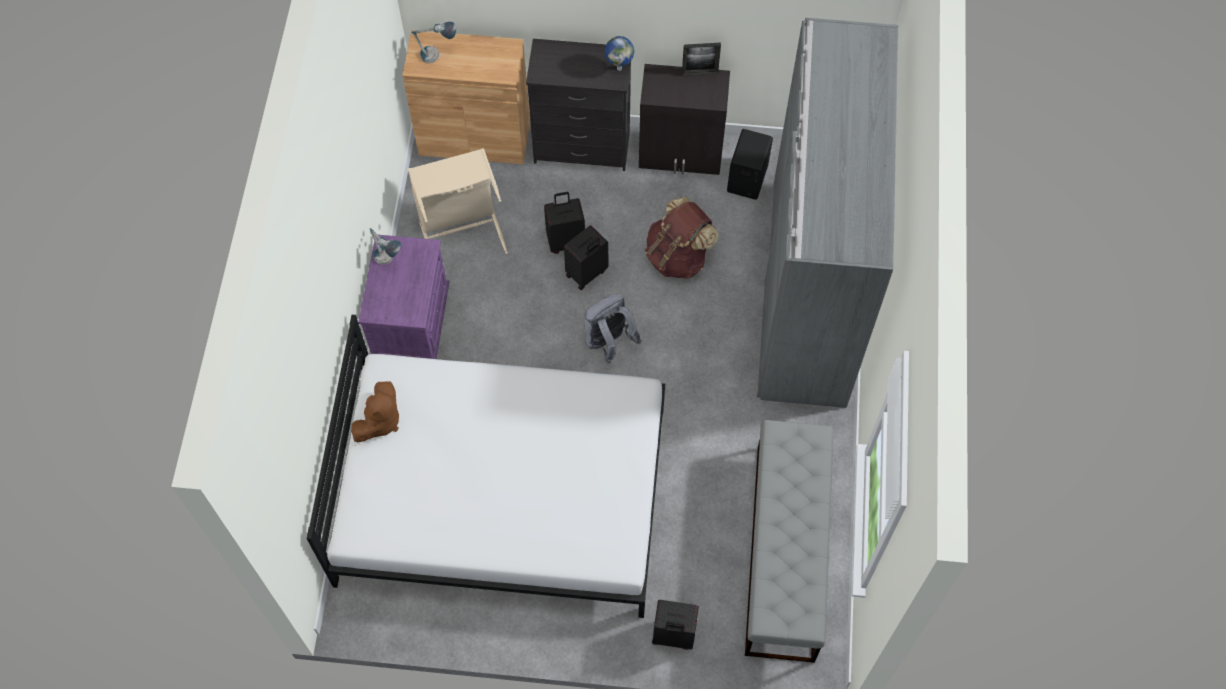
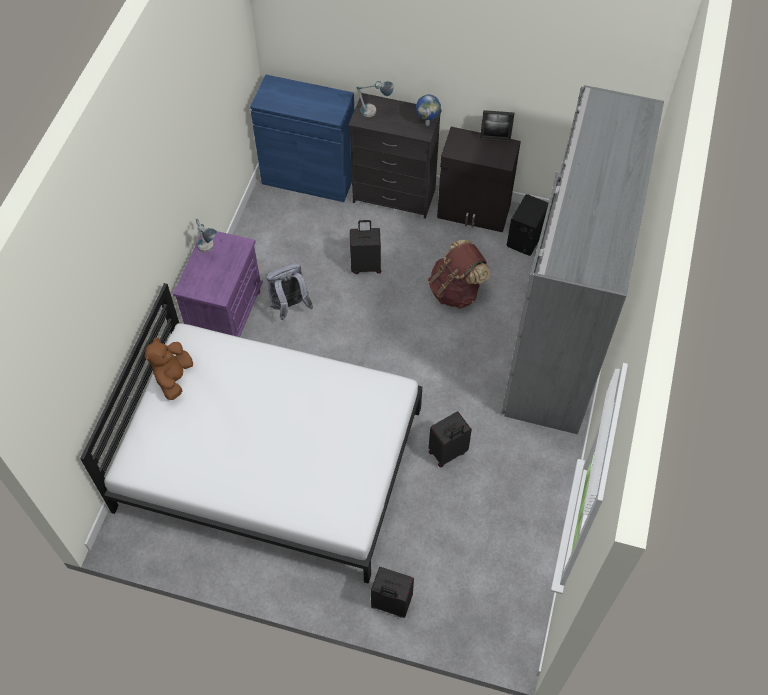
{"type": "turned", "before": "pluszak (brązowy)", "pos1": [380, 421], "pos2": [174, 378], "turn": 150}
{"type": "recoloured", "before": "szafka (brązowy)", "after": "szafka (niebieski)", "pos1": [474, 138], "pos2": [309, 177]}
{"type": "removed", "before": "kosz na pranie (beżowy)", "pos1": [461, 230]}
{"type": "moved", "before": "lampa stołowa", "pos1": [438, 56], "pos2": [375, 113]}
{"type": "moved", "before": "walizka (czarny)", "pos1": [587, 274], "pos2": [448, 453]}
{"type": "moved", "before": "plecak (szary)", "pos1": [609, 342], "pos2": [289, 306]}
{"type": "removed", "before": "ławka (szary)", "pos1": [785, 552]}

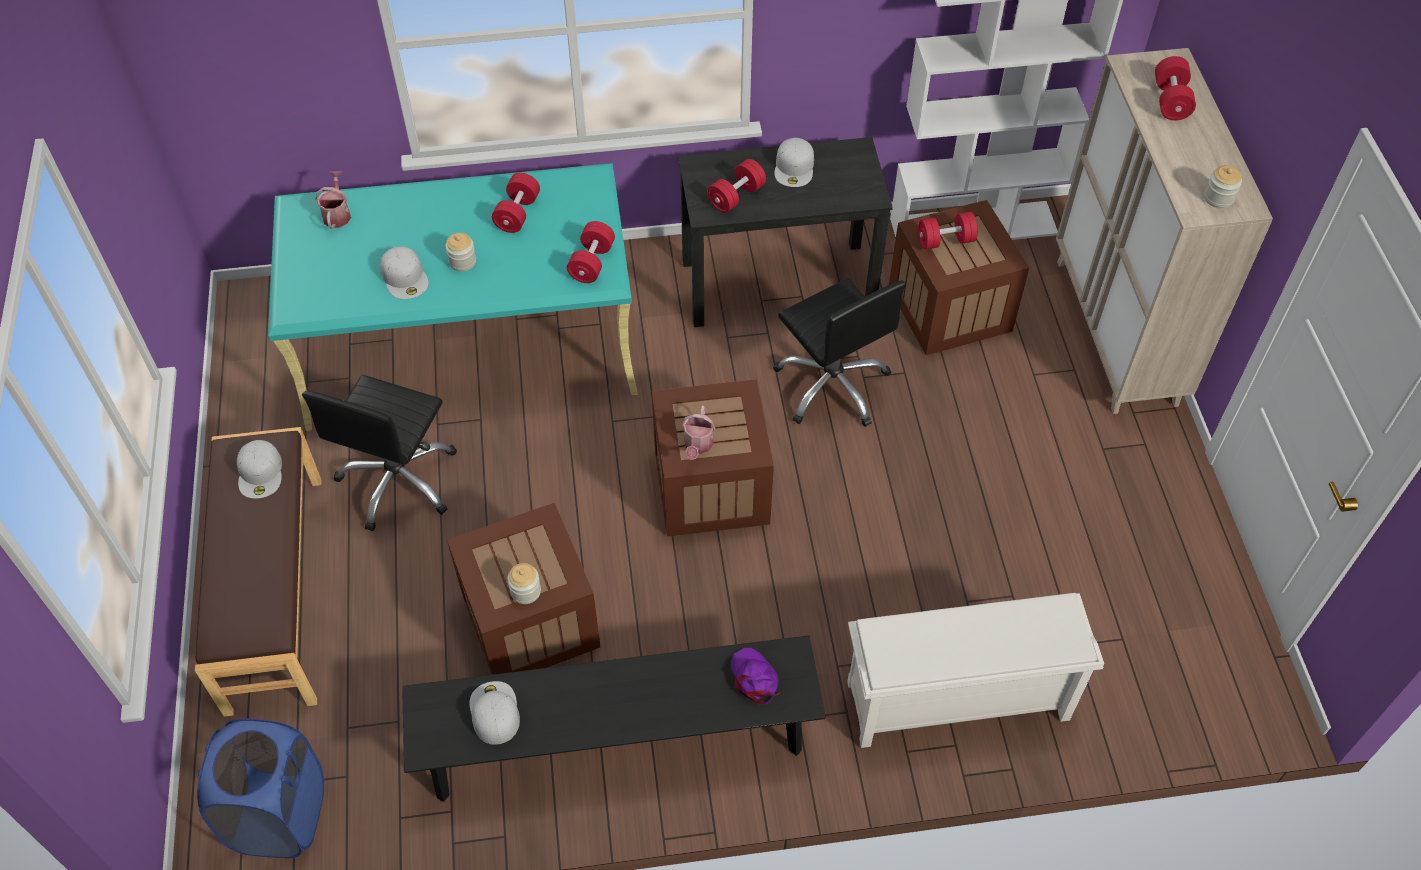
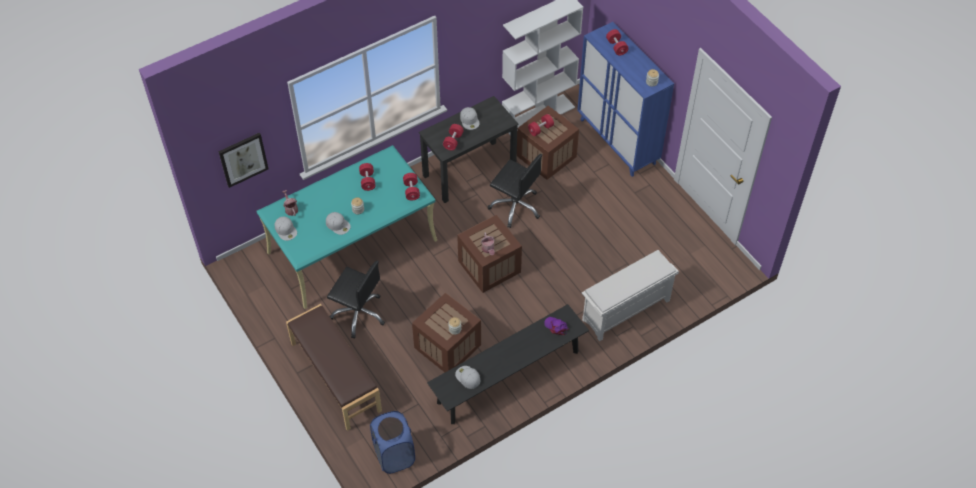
{"type": "moved", "before": "czapka z daszkiem (biały)", "pos1": [261, 473], "pos2": [286, 230]}
{"type": "turned", "before": "krzesło biurowe (czarny)", "pos1": [399, 481], "pos2": [358, 313], "turn": -60}
{"type": "recoloured", "before": "szafka (beżowy)", "after": "szafka (niebieski)", "pos1": [1116, 332], "pos2": [618, 142]}
{"type": "added", "after": "obraz", "pos2": [243, 159]}

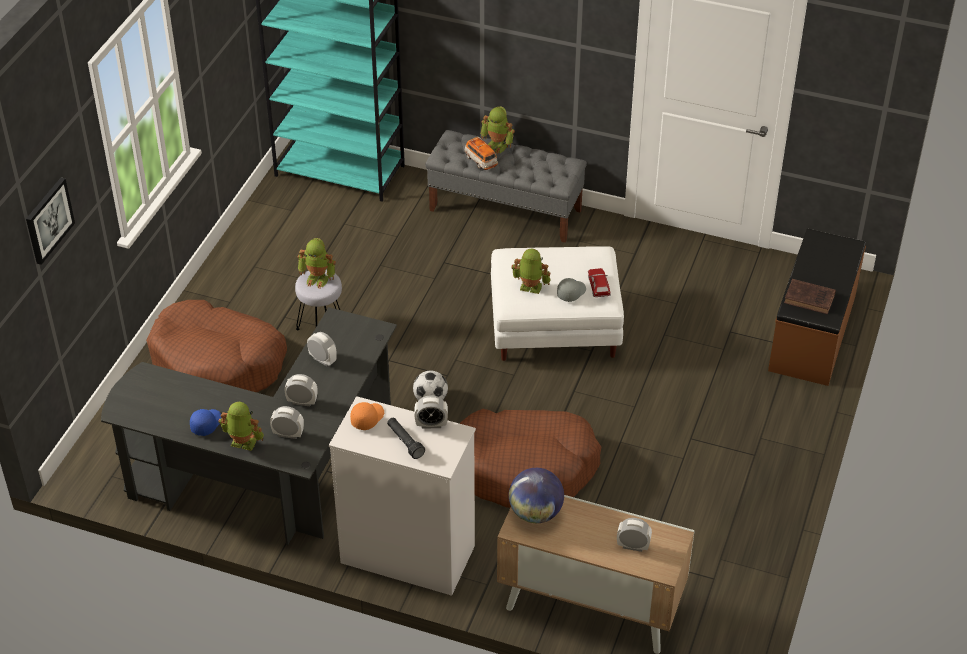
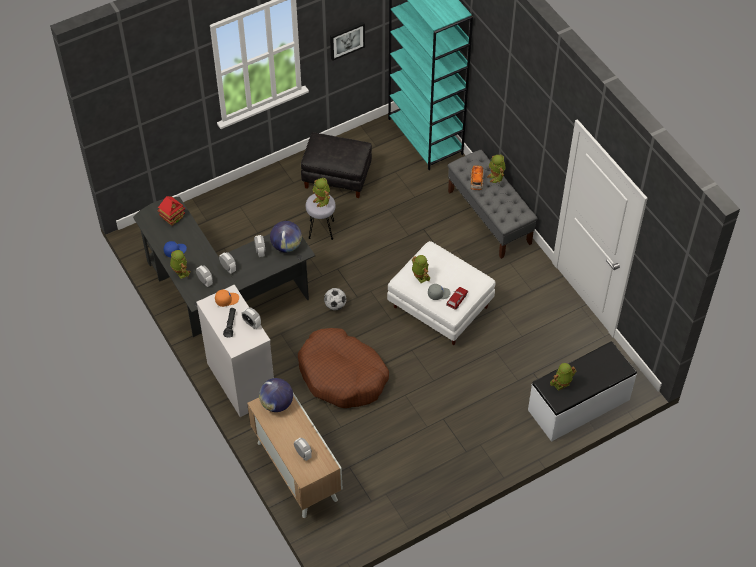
{"type": "moved", "before": "obraz", "pos1": [48, 220], "pos2": [347, 40]}
{"type": "removed", "before": "legowisko (brązowy)", "pos1": [218, 363]}
{"type": "recoloured", "before": "ławka (brązowy)", "after": "ławka (biały)", "pos1": [813, 333], "pos2": [579, 405]}
{"type": "replaced", "before": "książka (brązowy)", "after": "robot zabawkowy", "pos1": [810, 299], "pos2": [561, 385]}
{"type": "added", "after": "domek", "pos2": [172, 218]}
{"type": "added", "after": "globus", "pos2": [286, 246]}
{"type": "added", "after": "pufa (czarny)", "pos2": [337, 177]}

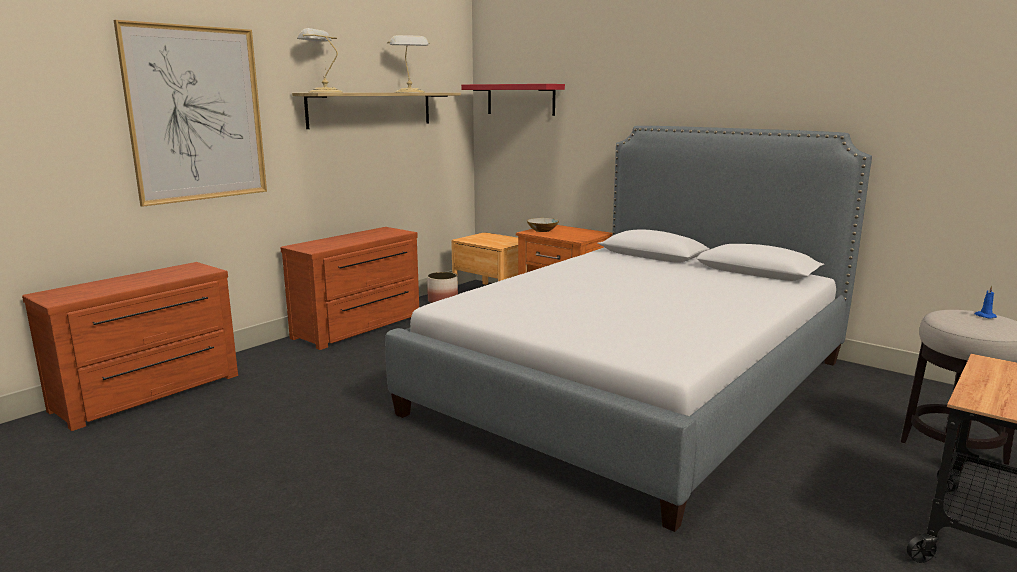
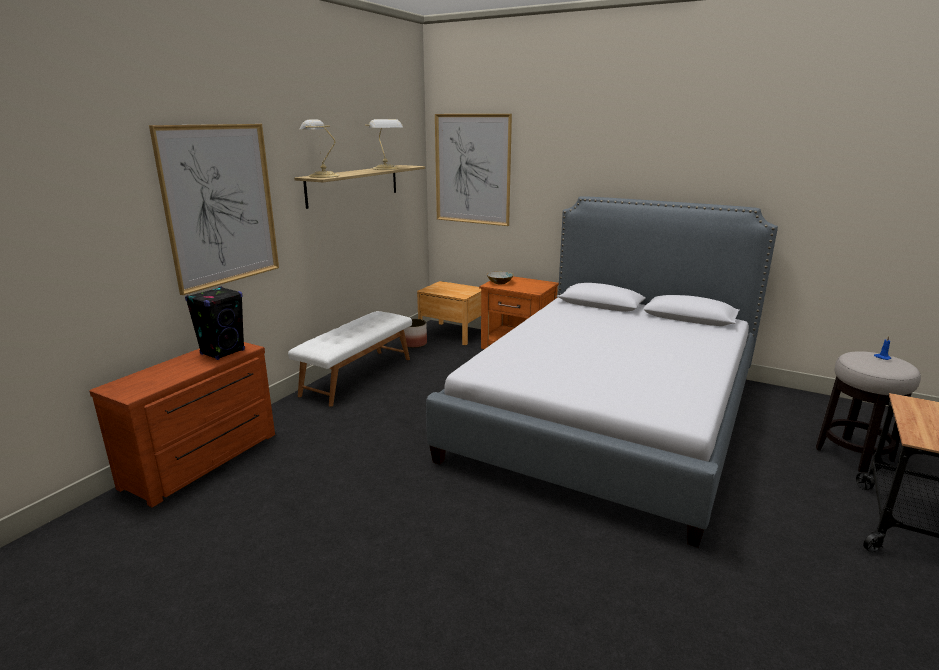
{"type": "replaced", "before": "komoda (brązowy)", "after": "ławka (biały)", "pos1": [360, 327], "pos2": [357, 376]}
{"type": "replaced", "before": "półka (czerwony)", "after": "obraz", "pos1": [520, 99], "pos2": [472, 169]}
{"type": "added", "after": "głośnik (czarny)", "pos2": [223, 352]}

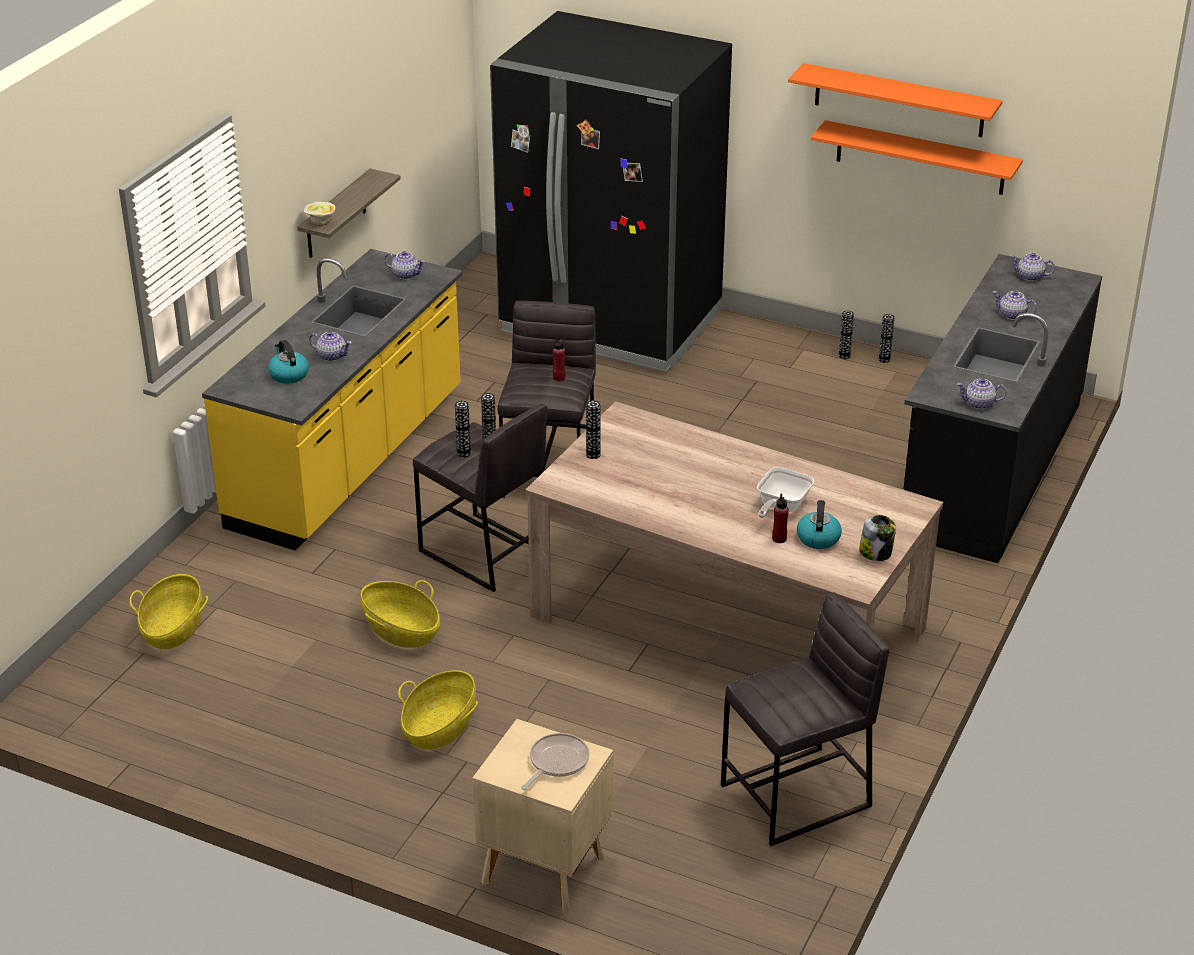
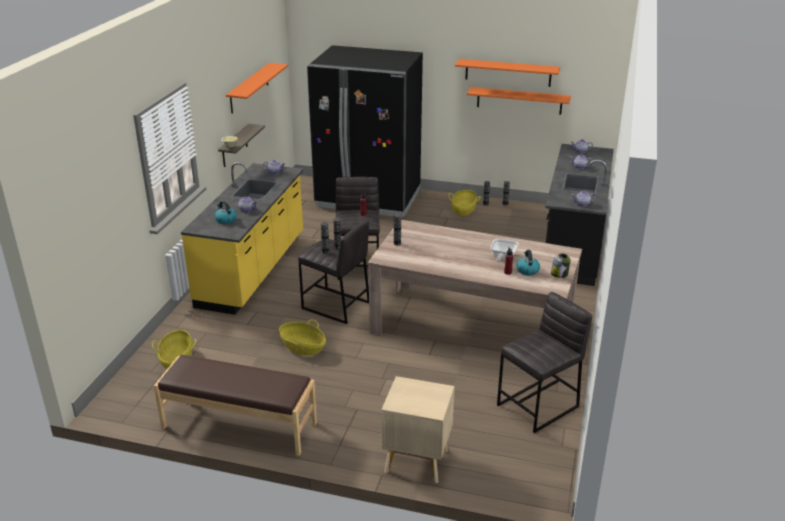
{"type": "moved", "before": "koszyk", "pos1": [439, 727], "pos2": [463, 210]}
{"type": "removed", "before": "patelnia", "pos1": [556, 762]}
{"type": "added", "after": "ławka (brązowy)", "pos2": [239, 426]}
{"type": "added", "after": "półka (pomarańczowy)", "pos2": [249, 88]}

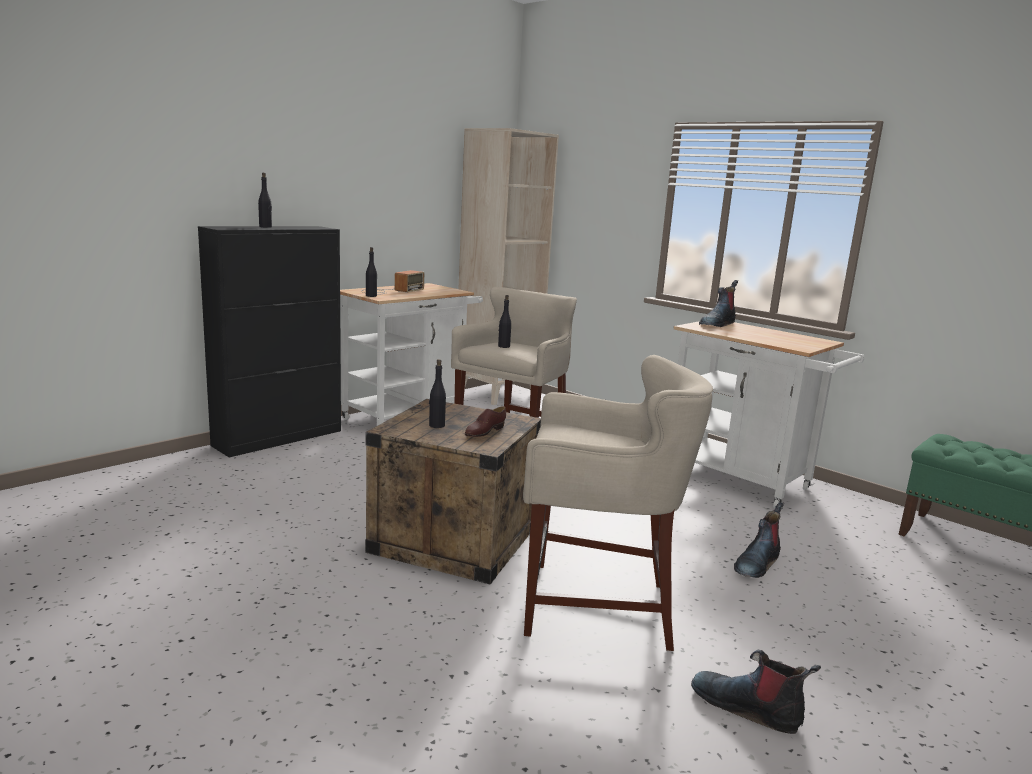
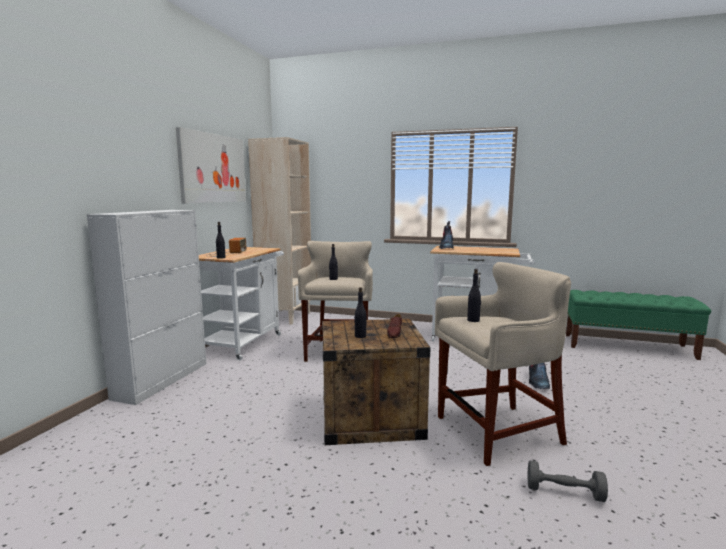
{"type": "recoloured", "before": "szafka (czarny)", "after": "szafka (biały)", "pos1": [279, 438], "pos2": [162, 380]}
{"type": "moved", "before": "butelka (czarny)", "pos1": [265, 227], "pos2": [473, 320]}
{"type": "removed", "before": "but z cholewką", "pos1": [747, 707]}
{"type": "added", "after": "obraz", "pos2": [213, 168]}
{"type": "added", "after": "hantel (szary)", "pos2": [564, 492]}

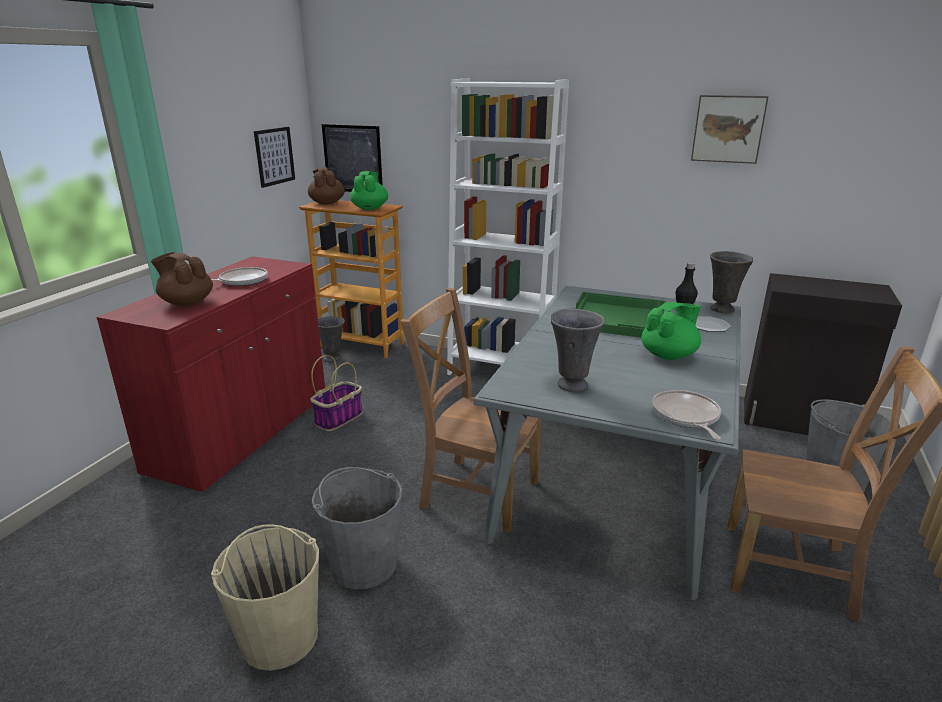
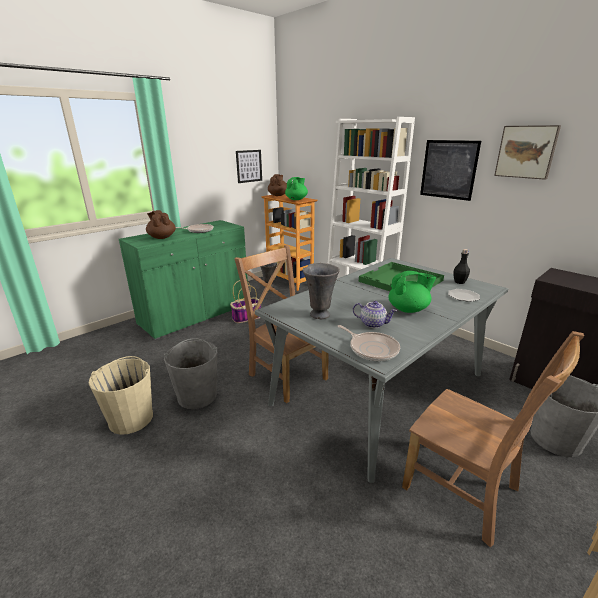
{"type": "recoloured", "before": "szafka (czerwony)", "after": "szafka (zielony)", "pos1": [242, 433], "pos2": [196, 315]}
{"type": "moved", "before": "obraz", "pos1": [352, 159], "pos2": [448, 169]}
{"type": "turned", "before": "patelnia", "pos1": [686, 416], "pos2": [372, 349], "turn": 120}
{"type": "removed", "before": "wazon (szary)", "pos1": [722, 310]}
{"type": "added", "after": "imbryk", "pos2": [373, 324]}

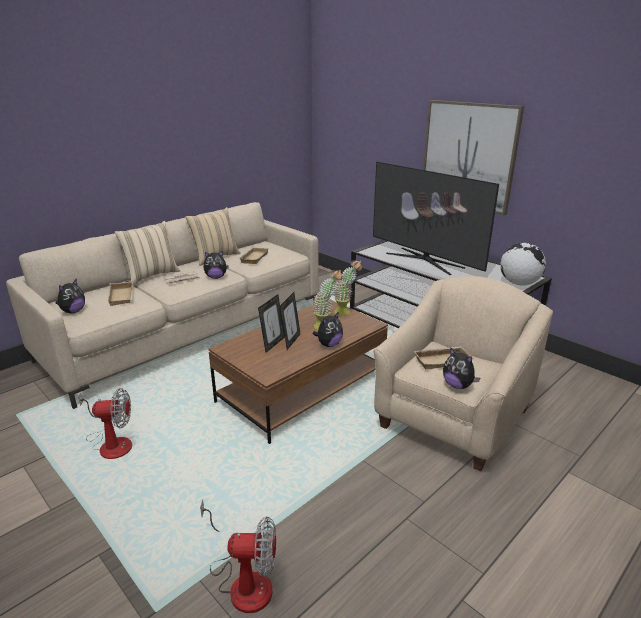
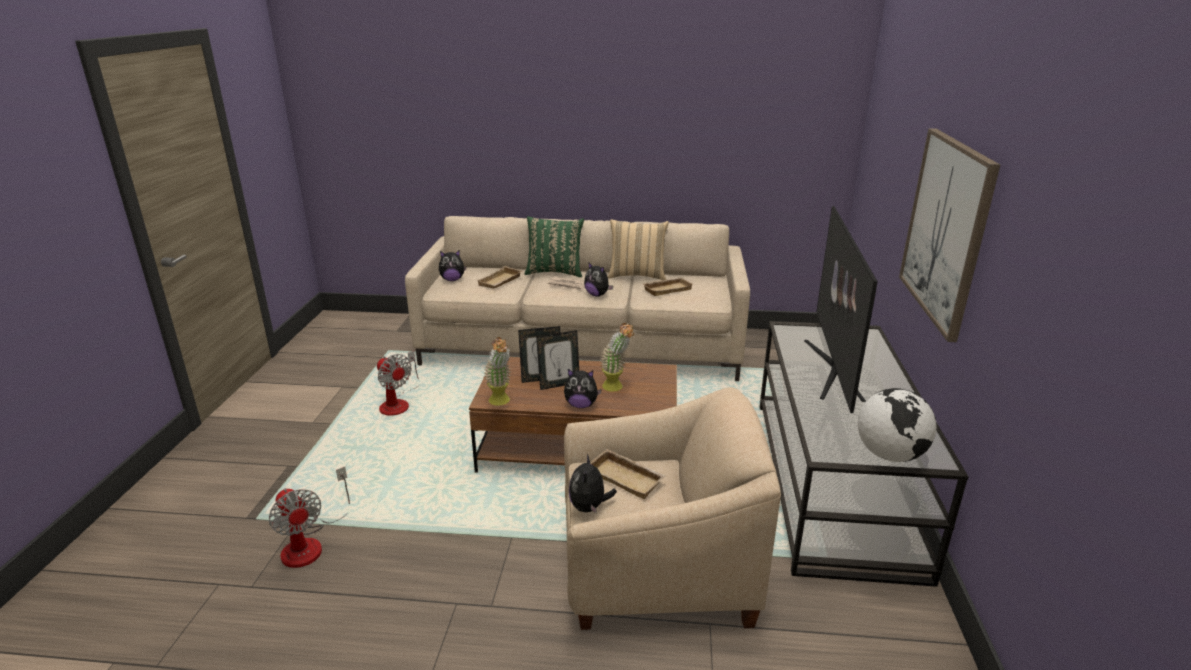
{"type": "recoloured", "before": "poduszka (beżowy)", "after": "poduszka (zielony)", "pos1": [151, 275], "pos2": [555, 272]}
{"type": "moved", "before": "roślina doniczkowa", "pos1": [346, 312], "pos2": [501, 403]}

